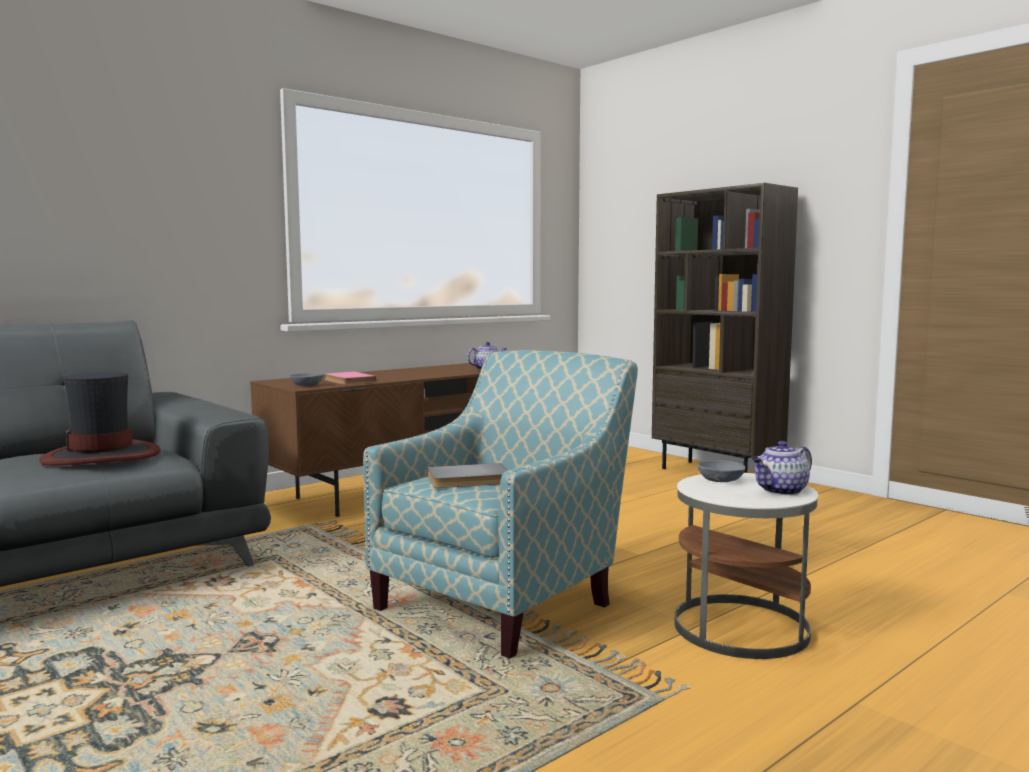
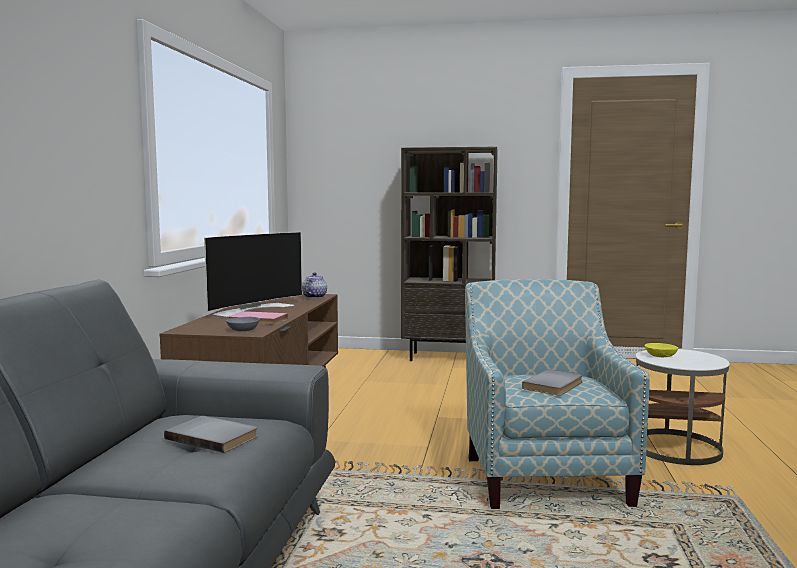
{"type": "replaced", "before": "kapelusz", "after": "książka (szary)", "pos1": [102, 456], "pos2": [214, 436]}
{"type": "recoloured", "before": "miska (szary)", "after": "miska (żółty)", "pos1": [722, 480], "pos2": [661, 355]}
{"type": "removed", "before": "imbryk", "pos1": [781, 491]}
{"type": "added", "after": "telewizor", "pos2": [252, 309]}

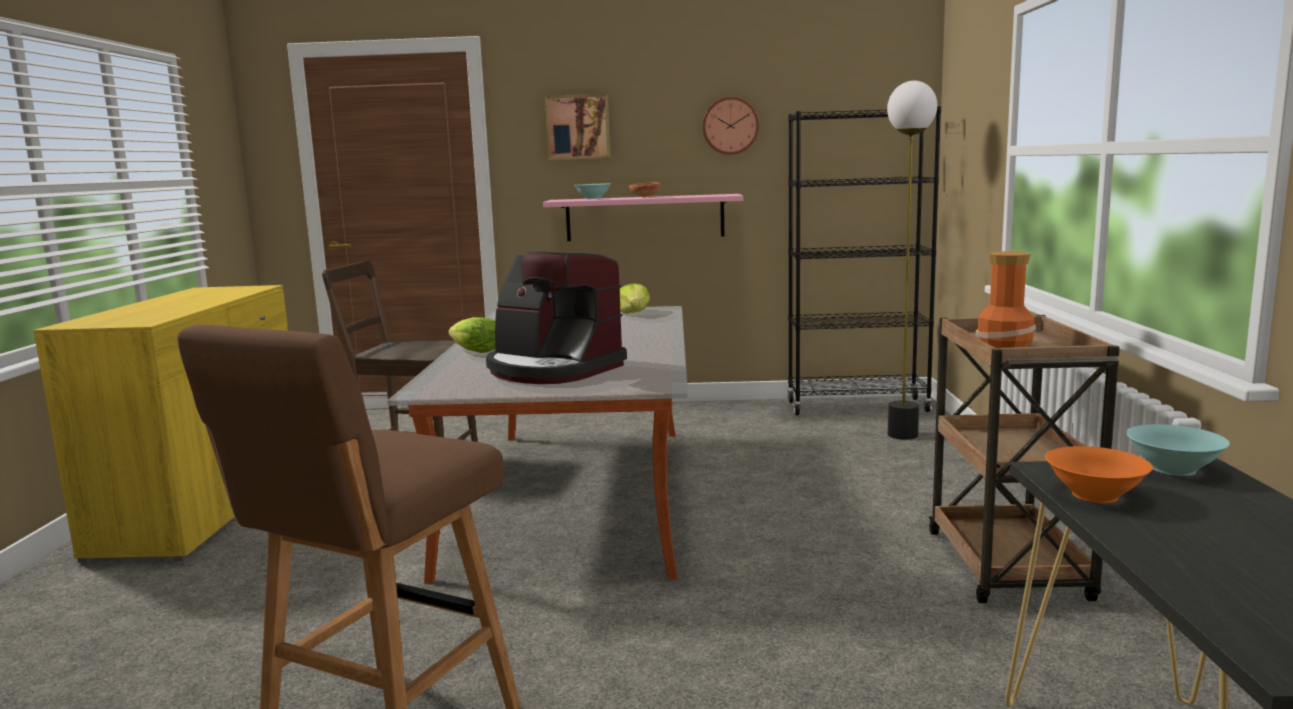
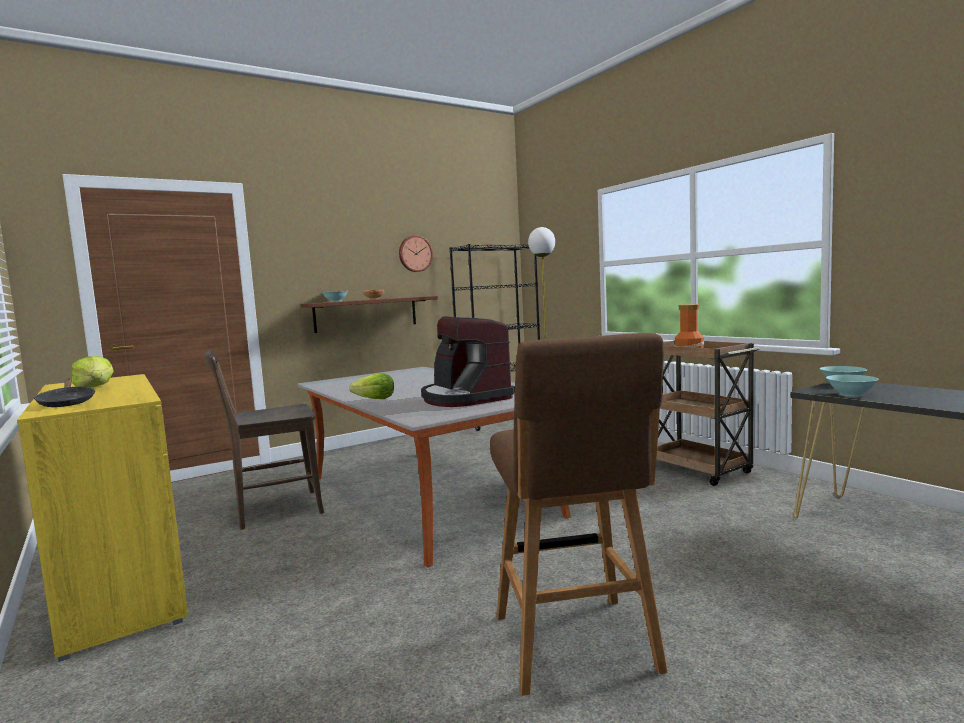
{"type": "turned", "before": "ekspres do kawy", "pos1": [552, 369], "pos2": [465, 398], "turn": 60}
{"type": "recoloured", "before": "półka (różowy)", "after": "półka (brązowy)", "pos1": [645, 217], "pos2": [366, 314]}
{"type": "removed", "before": "obraz", "pos1": [578, 127]}
{"type": "moved", "before": "sałata", "pos1": [634, 313], "pos2": [95, 387]}
{"type": "recoloured", "before": "miska (pomarańczowy)", "after": "miska (turkusowy)", "pos1": [1094, 495], "pos2": [851, 394]}
{"type": "added", "after": "patelnia (czarny)", "pos2": [66, 403]}

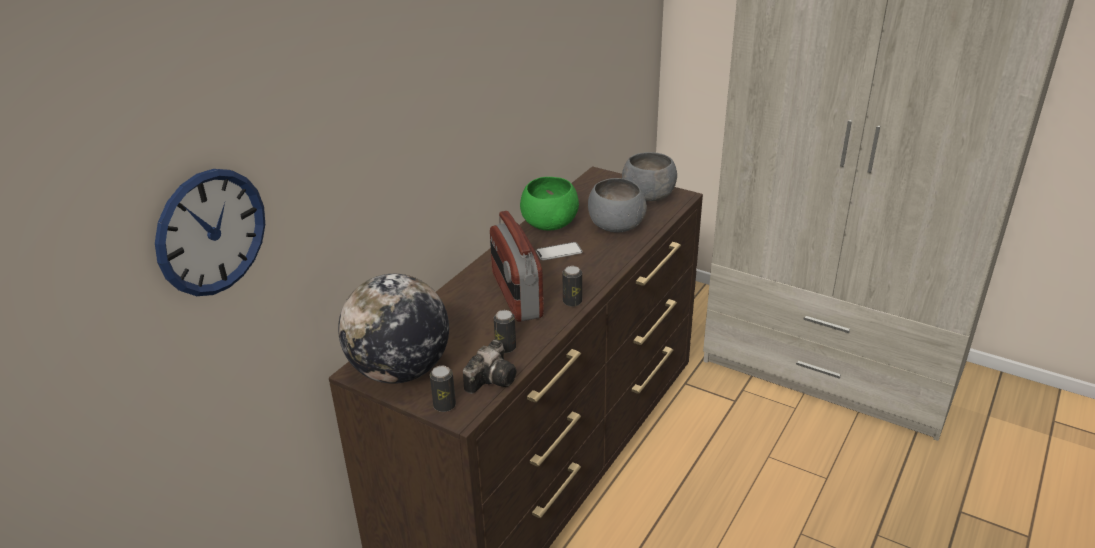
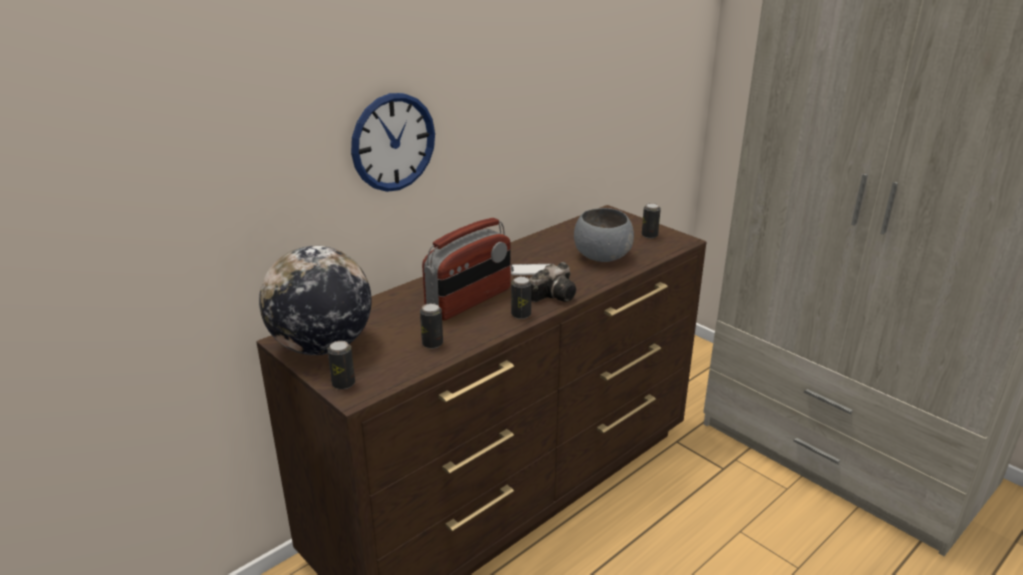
{"type": "moved", "before": "zegar ścienny", "pos1": [211, 232], "pos2": [393, 142]}
{"type": "moved", "before": "aparat fotograficzny", "pos1": [492, 378], "pos2": [555, 295]}
{"type": "turned", "before": "radio", "pos1": [516, 296], "pos2": [469, 301], "turn": -135}
{"type": "removed", "before": "miska (zielony)", "pos1": [548, 224]}
{"type": "replaced", "before": "miska (szary)", "after": "puszka", "pos1": [648, 195], "pos2": [649, 235]}

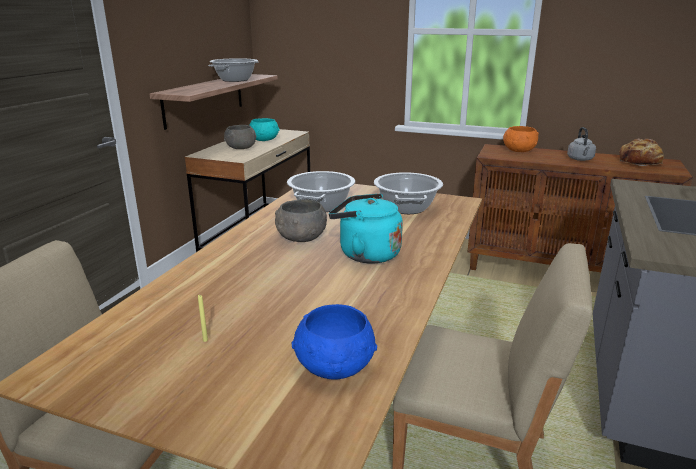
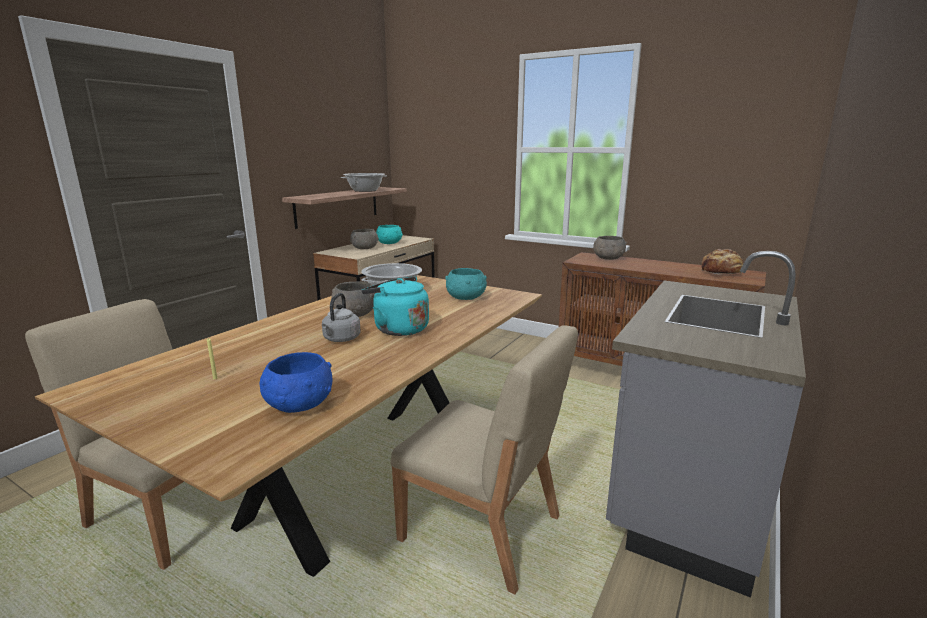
{"type": "replaced", "before": "garnek", "after": "miska (turkusowy)", "pos1": [407, 208], "pos2": [466, 298]}
{"type": "recoloured", "before": "miska (pomarańczowy)", "after": "miska (szary)", "pos1": [518, 150], "pos2": [608, 258]}
{"type": "moved", "before": "czajnik (szary)", "pos1": [580, 159], "pos2": [341, 339]}

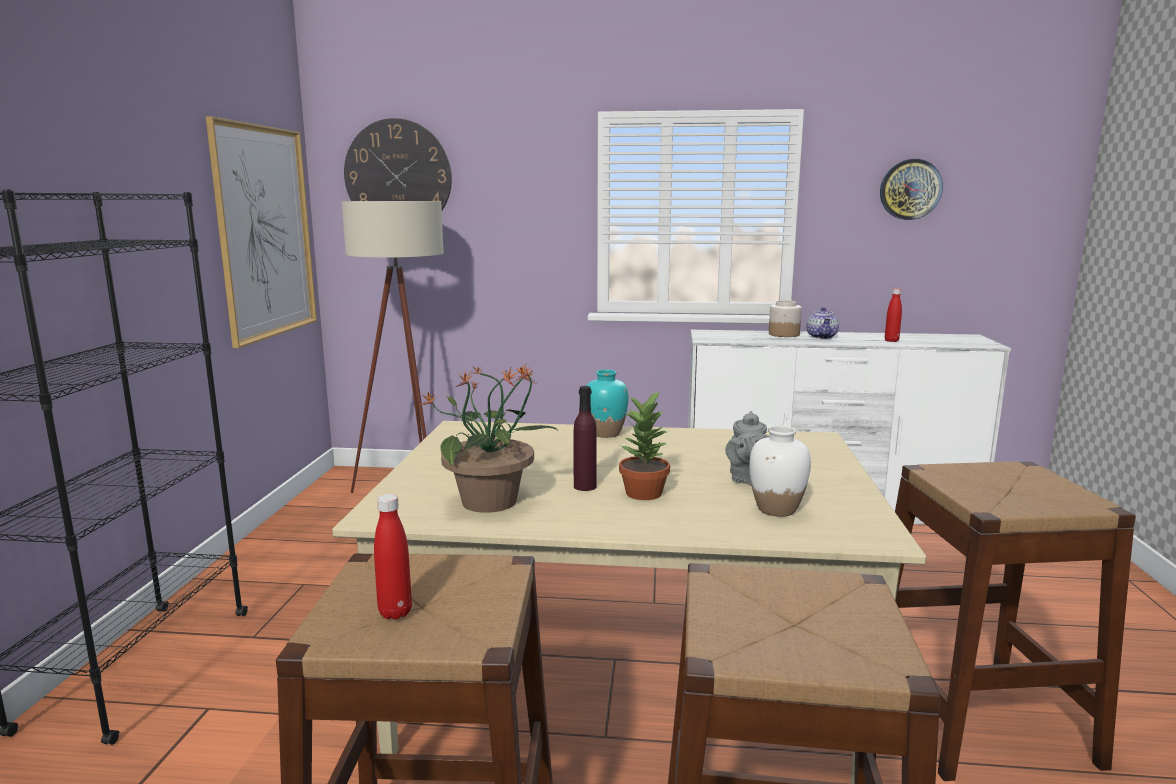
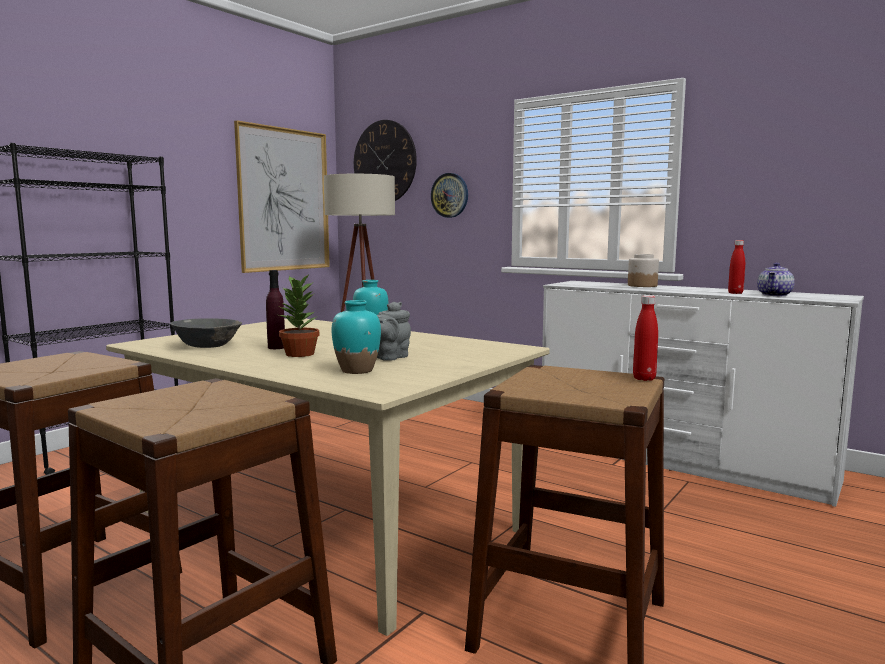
{"type": "moved", "before": "butelka (czerwony)", "pos1": [395, 612], "pos2": [644, 378]}
{"type": "replaced", "before": "roślina doniczkowa", "after": "miska (szary)", "pos1": [491, 501], "pos2": [206, 346]}
{"type": "recoloured", "before": "wazon (biały)", "after": "wazon (turkusowy)", "pos1": [777, 509], "pos2": [357, 370]}
{"type": "moved", "before": "imbryk", "pos1": [822, 337], "pos2": [775, 295]}
{"type": "moved", "before": "zegar ścienny", "pos1": [910, 189], "pos2": [450, 195]}

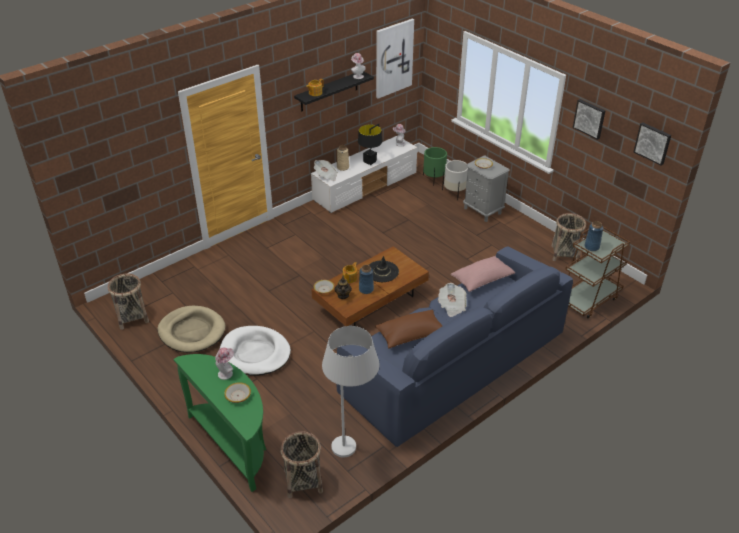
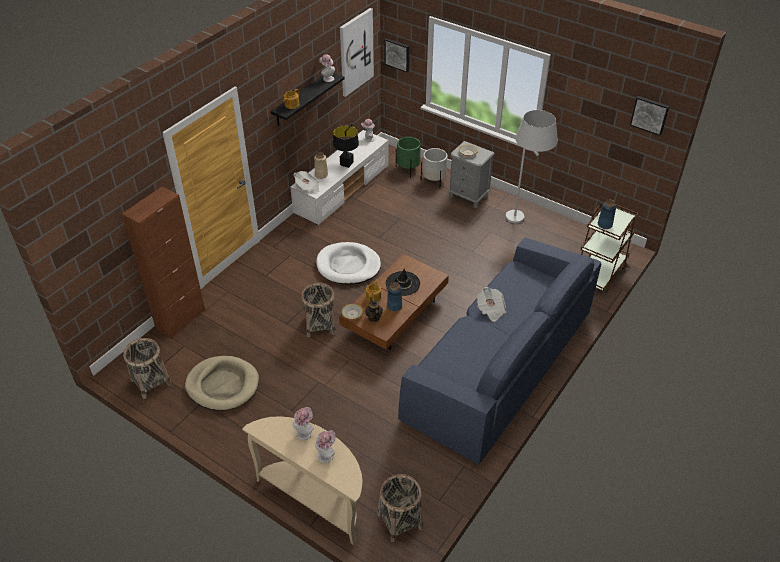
{"type": "recoloured", "before": "stolik konsolowy (zielony)", "after": "stolik konsolowy (beżowy)", "pos1": [234, 444], "pos2": [315, 498]}
{"type": "moved", "before": "legowisko (biały)", "pos1": [255, 353], "pos2": [348, 266]}
{"type": "replaced", "before": "miska", "after": "kapelusz", "pos1": [238, 395], "pos2": [327, 454]}
{"type": "moved", "before": "lampa stojąca (biały)", "pos1": [352, 456], "pos2": [524, 221]}
{"type": "removed", "before": "poduszka (brązowy)", "pos1": [410, 335]}
{"type": "removed", "before": "poduszka (różowy)", "pos1": [482, 280]}
{"type": "moved", "before": "koszyk", "pos1": [564, 254], "pos2": [320, 325]}
{"type": "moved", "before": "obraz", "pos1": [589, 118], "pos2": [397, 54]}
{"type": "added", "after": "szafka (brązowy)", "pos2": [181, 319]}

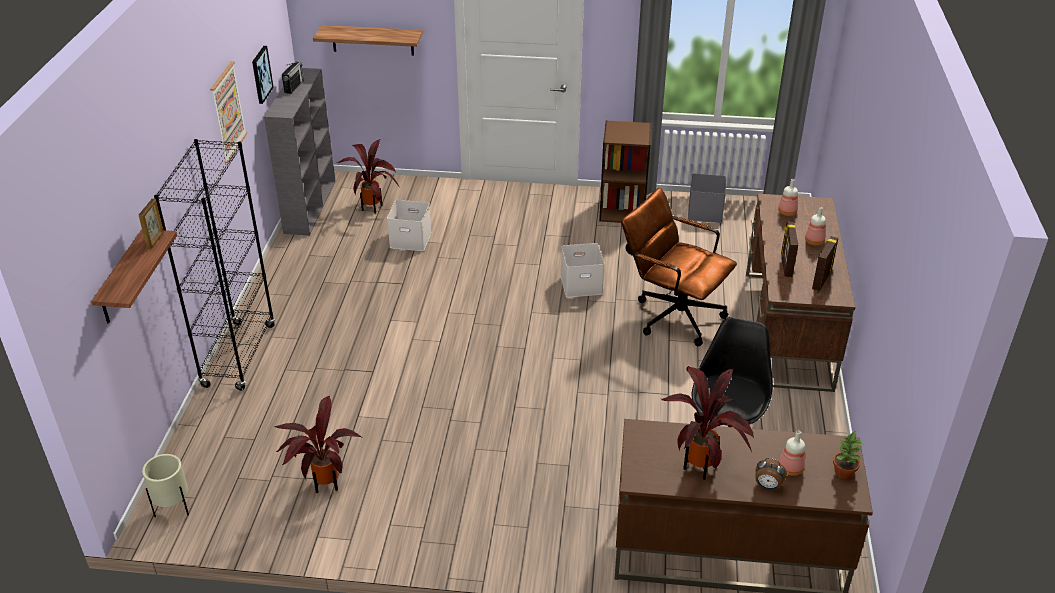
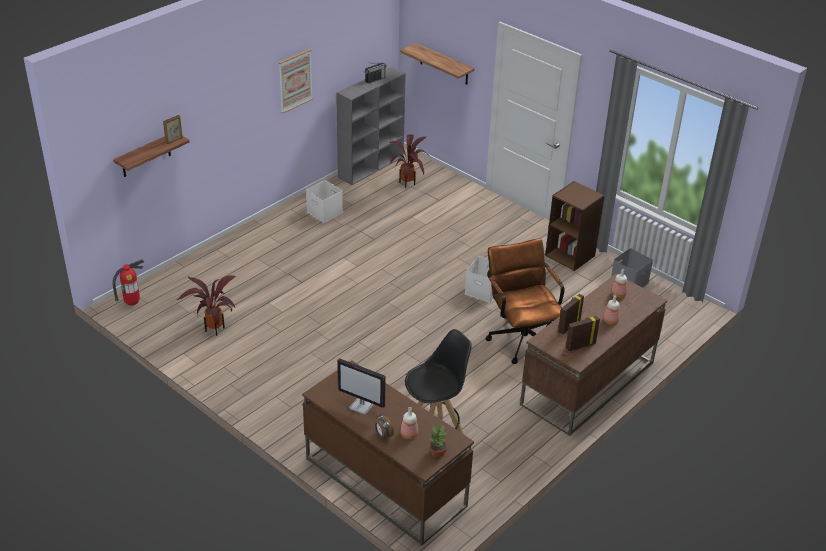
{"type": "replaced", "before": "donica (beżowy)", "after": "gaśnica", "pos1": [174, 508], "pos2": [132, 303]}
{"type": "removed", "before": "regał (czarny)", "pos1": [239, 356]}
{"type": "removed", "before": "obraz", "pos1": [261, 74]}
{"type": "moved", "before": "pojemnik do przechowywania (biały)", "pos1": [409, 240], "pos2": [324, 212]}
{"type": "replaced", "before": "roślina doniczkowa", "after": "monitor", "pos1": [703, 466], "pos2": [362, 406]}

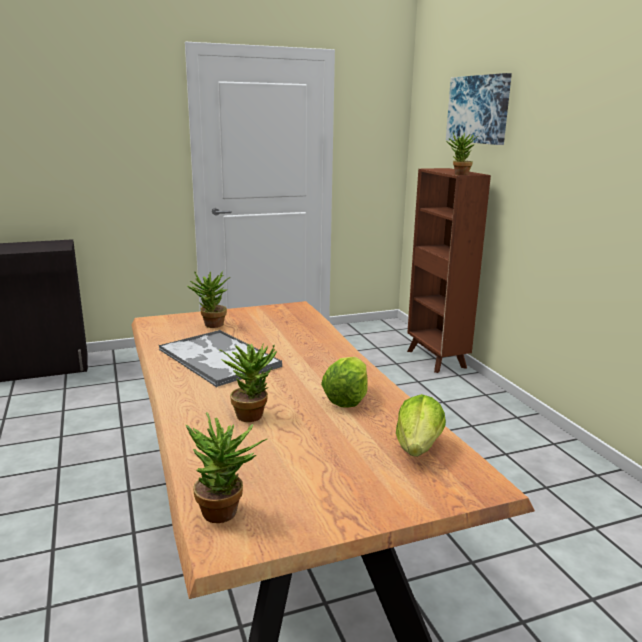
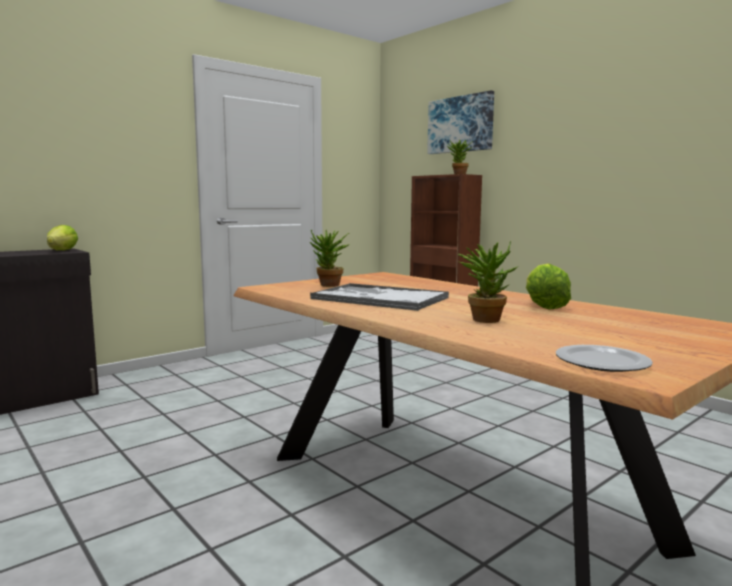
{"type": "replaced", "before": "roślina doniczkowa", "after": "talerz", "pos1": [227, 513], "pos2": [603, 362]}
{"type": "moved", "before": "sałata", "pos1": [418, 448], "pos2": [62, 251]}

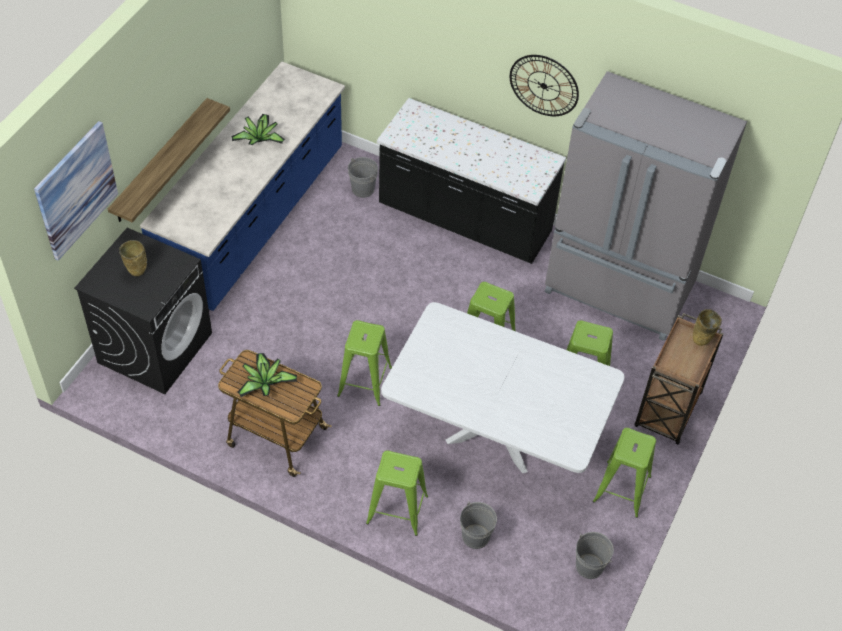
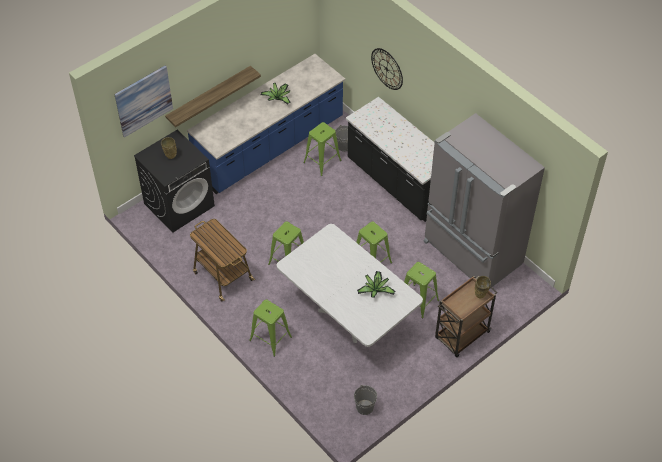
{"type": "moved", "before": "roślina doniczkowa", "pos1": [265, 383], "pos2": [375, 290]}
{"type": "removed", "before": "wiadro (szary)", "pos1": [475, 536]}
{"type": "moved", "before": "zegar ścienny", "pos1": [544, 85], "pos2": [387, 69]}
{"type": "moved", "before": "stołek (zielony)", "pos1": [622, 488], "pos2": [322, 161]}

